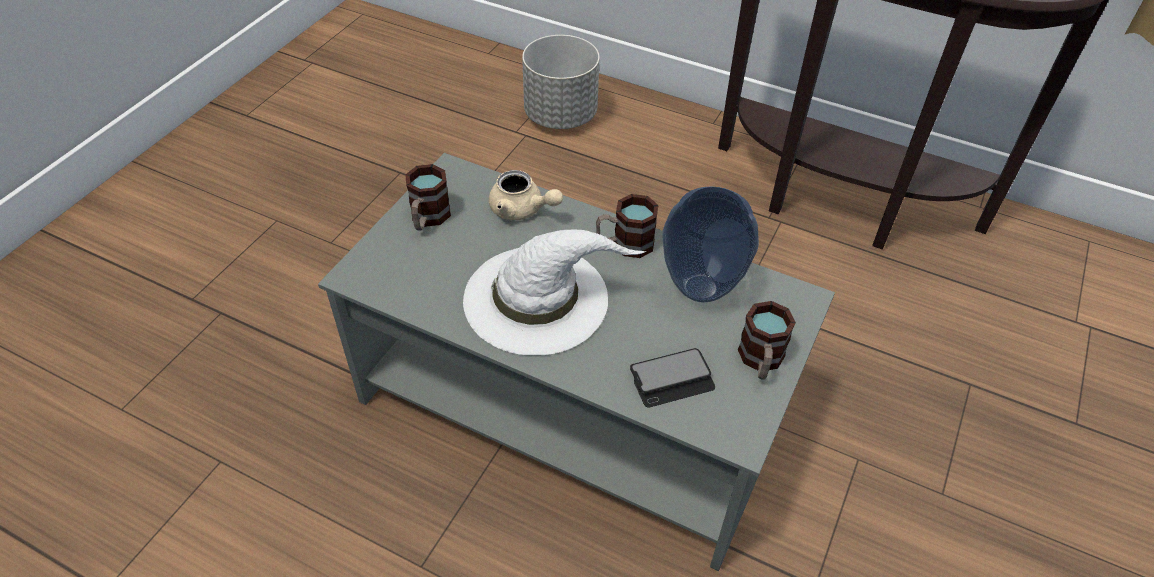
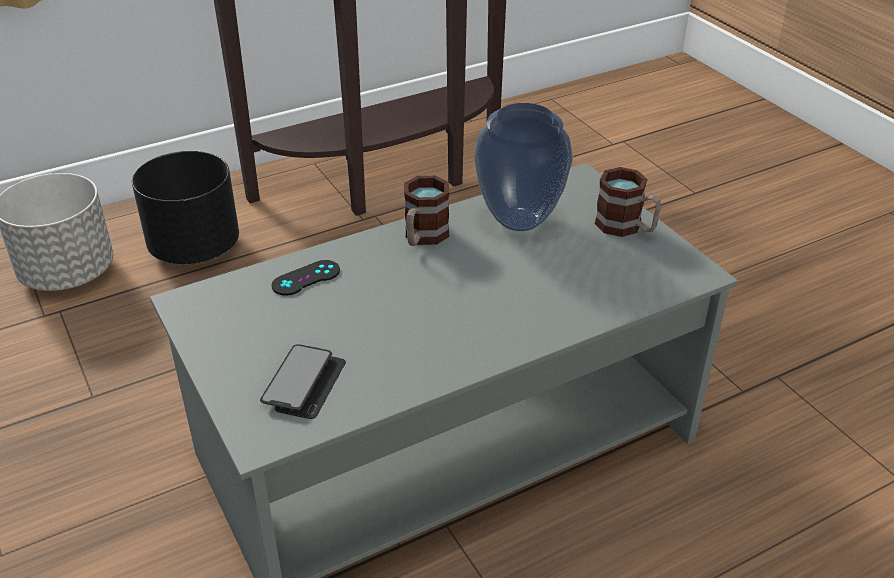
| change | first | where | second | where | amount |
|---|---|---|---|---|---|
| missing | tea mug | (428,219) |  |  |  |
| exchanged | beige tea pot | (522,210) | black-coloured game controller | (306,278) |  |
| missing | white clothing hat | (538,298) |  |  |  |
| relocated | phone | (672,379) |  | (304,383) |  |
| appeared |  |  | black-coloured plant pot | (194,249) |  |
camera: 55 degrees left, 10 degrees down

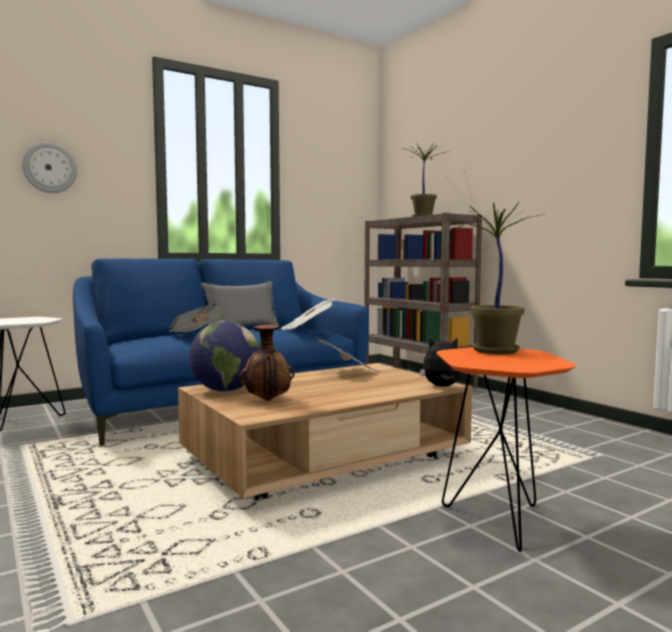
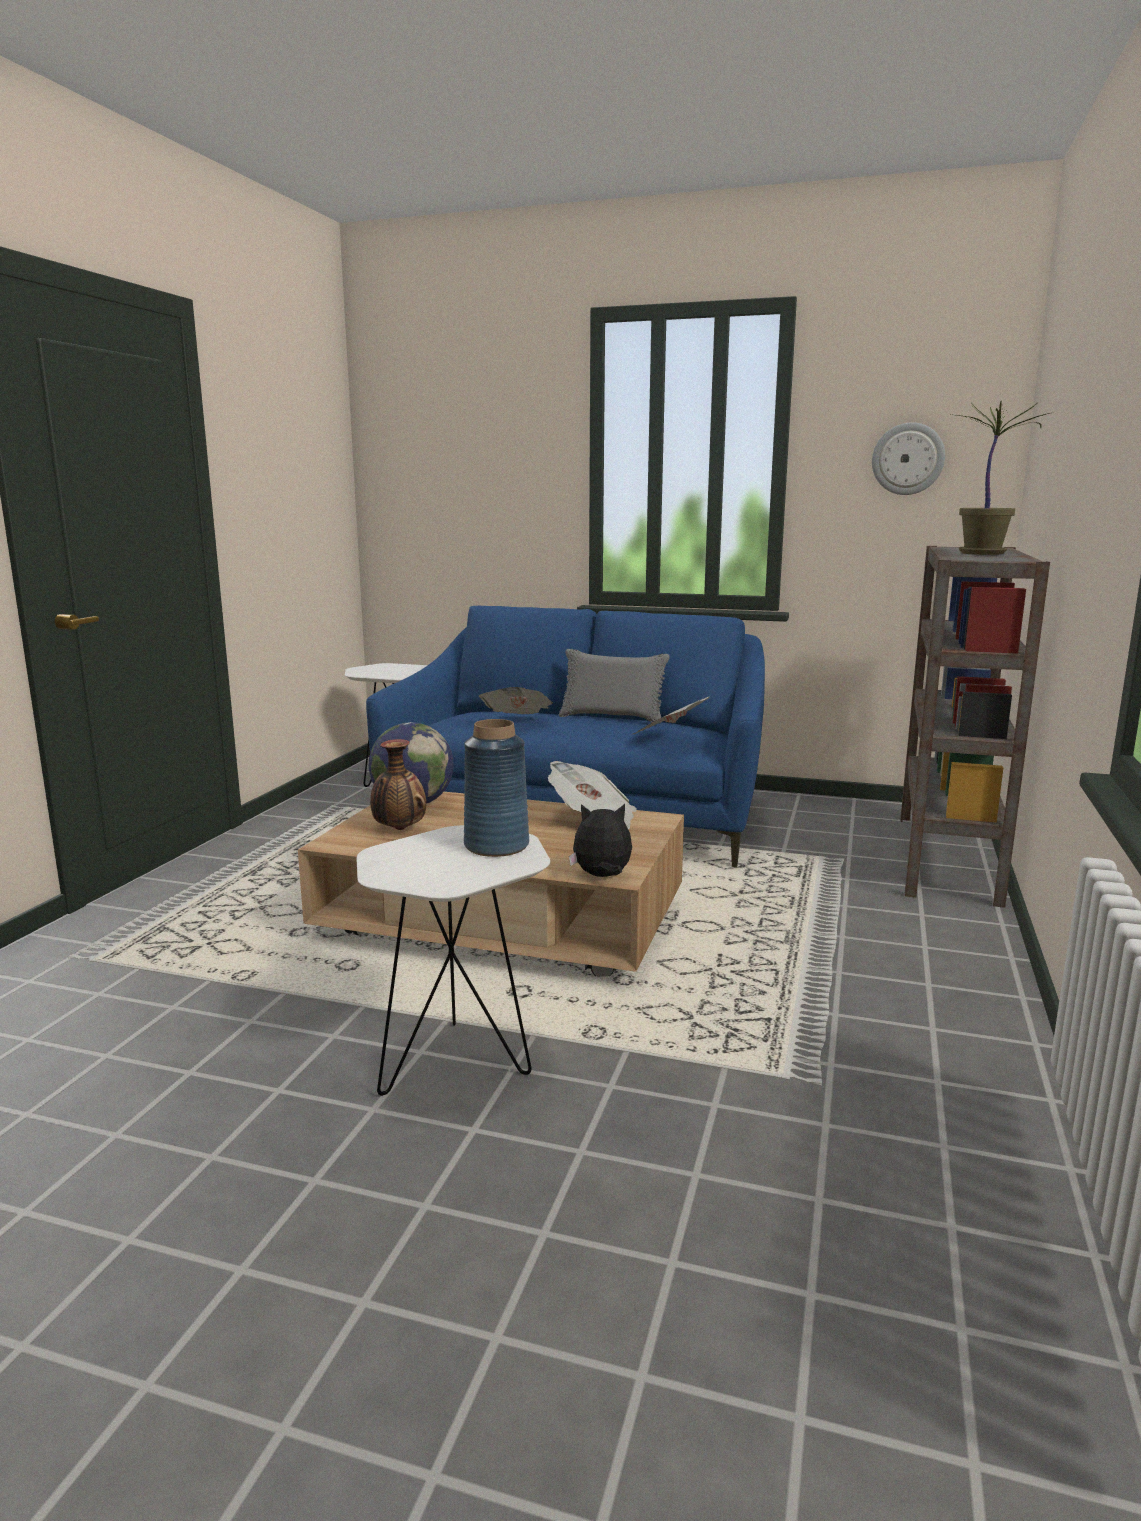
| change | first | where | second | where | amount |
|---|---|---|---|---|---|
| relocated | clock on the wall | (50,168) |  | (908,459) |  |
| exchanged | potted plant | (493,351) | bluish decorative vase | (496,846) |  |
| spun | soft toy | (442,387) |  | (602,877) | 60 degrees counterclockwise |
| colour | orange end table | (497,517) | white end table | (460,1060) |  |
camera: 50 degrees right, 10 degrees up

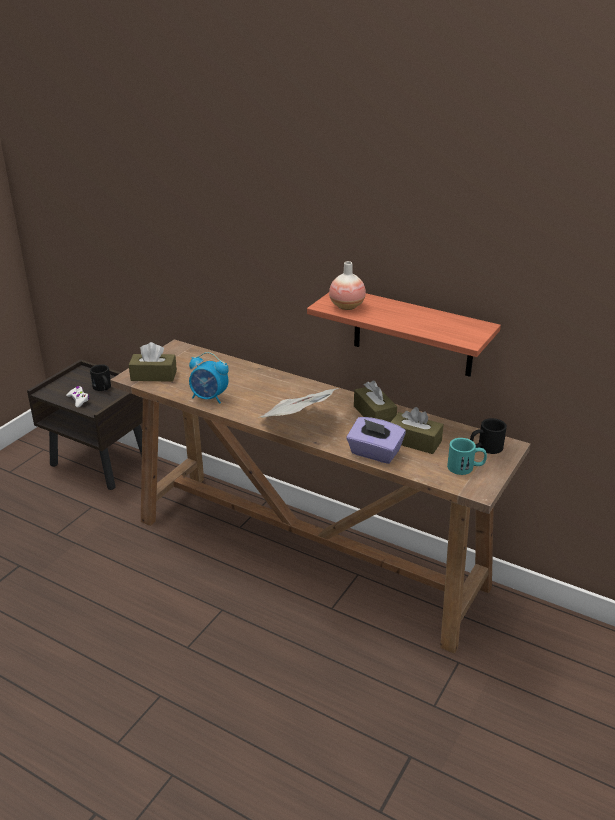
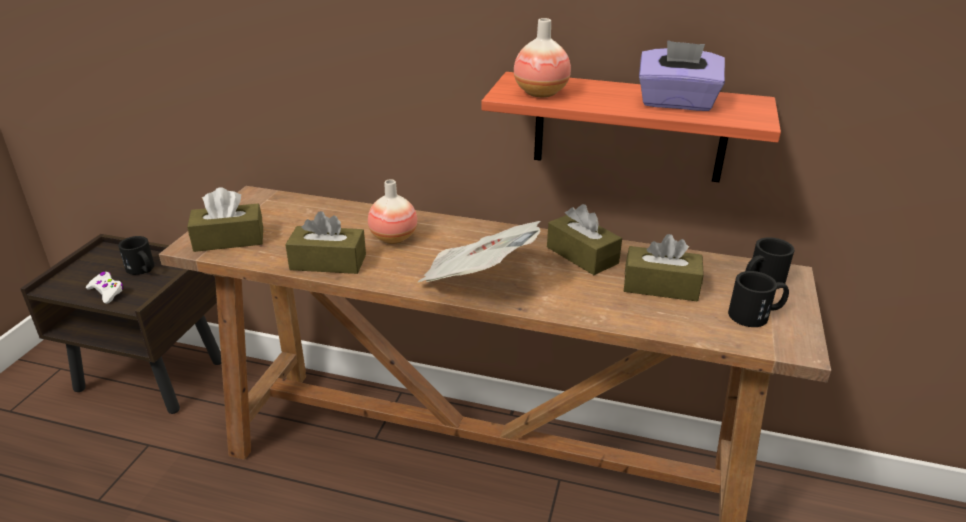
| change | first | where | second | where | amount |
|---|---|---|---|---|---|
| exchanged | bedside clock | (209,398) | brownish box of tissues | (328,262) |  |
| relocated | purple-coloured box of tissues | (374,453) |  | (676,103) |  |
| colour | turquoise-coloured tea mug | (466,467) | black-coloured tea mug | (756,315) |  |
| appeared |  |  | decorative vase | (393,238) |  |
camera: 15 degrees left, 0 degrees up

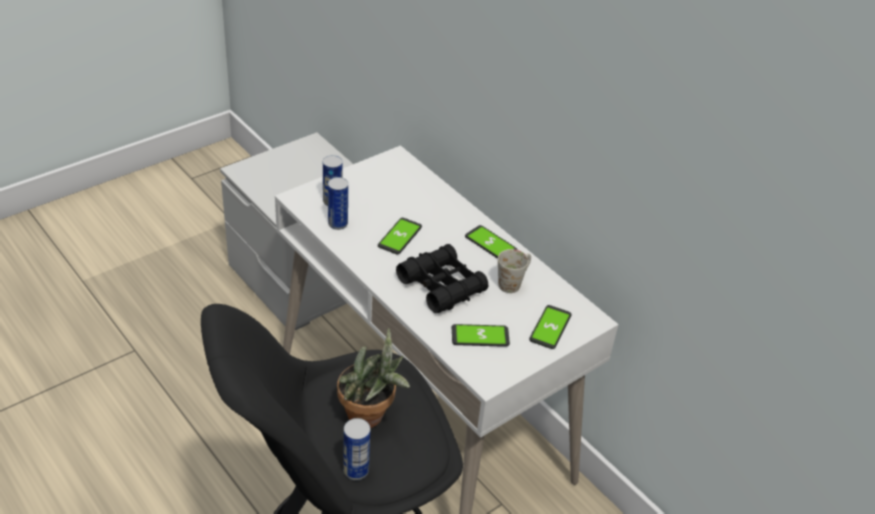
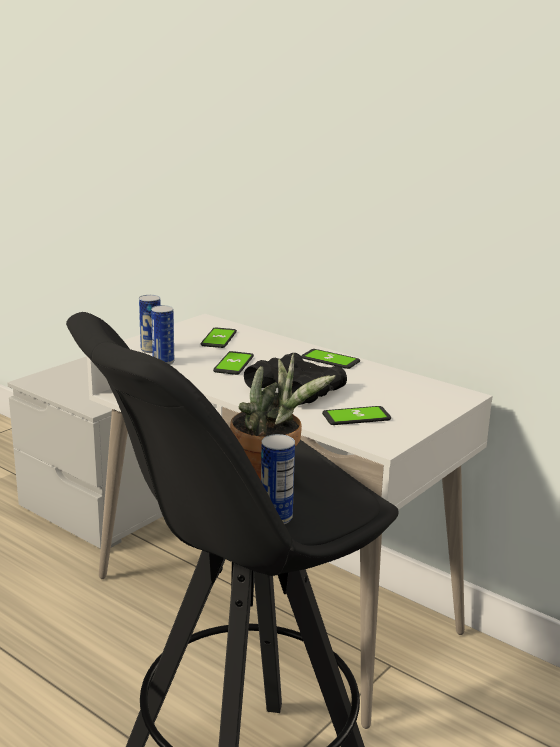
| change | first | where | second | where | amount |
|---|---|---|---|---|---|
| missing | white tea mug | (513,282) |  |  |  |
| relocated | phone | (550,327) |  | (218,339) |  |
camera: 10 degrees left, 20 degrees down

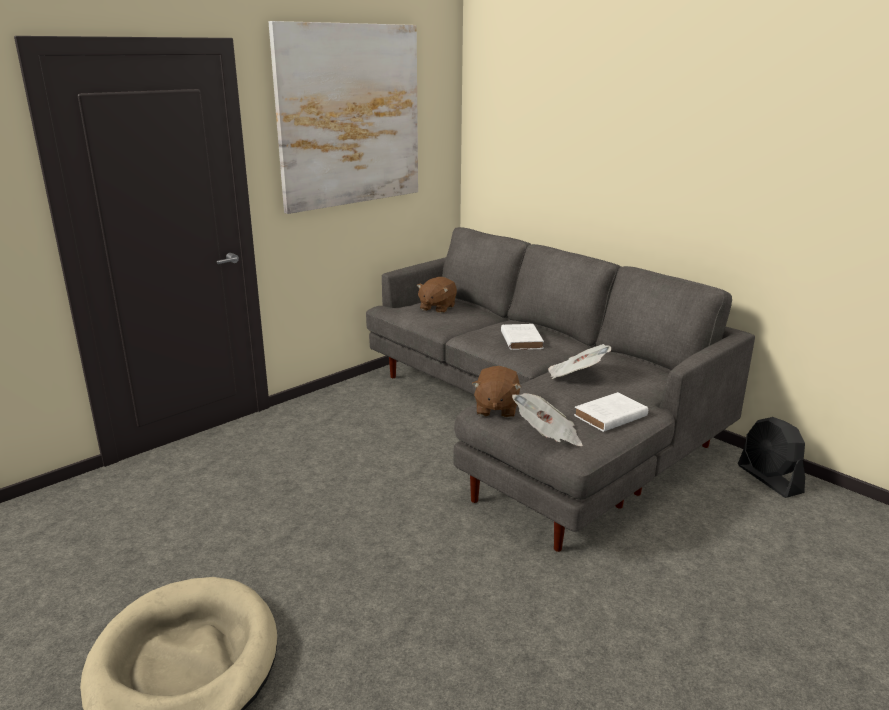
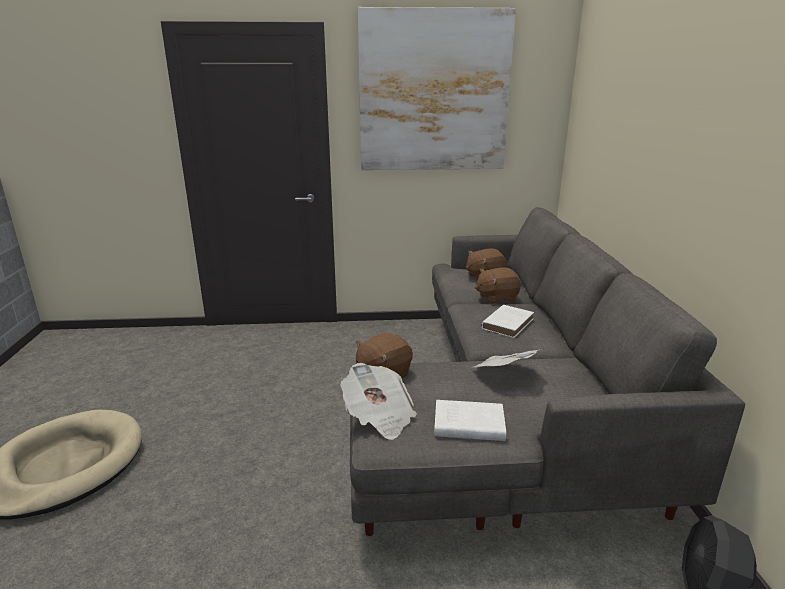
| change | first | where | second | where | amount |
|---|---|---|---|---|---|
| appeared |  |  | brownish soft toy | (496,298) |  |
camera: 40 degrees right, 0 degrees up

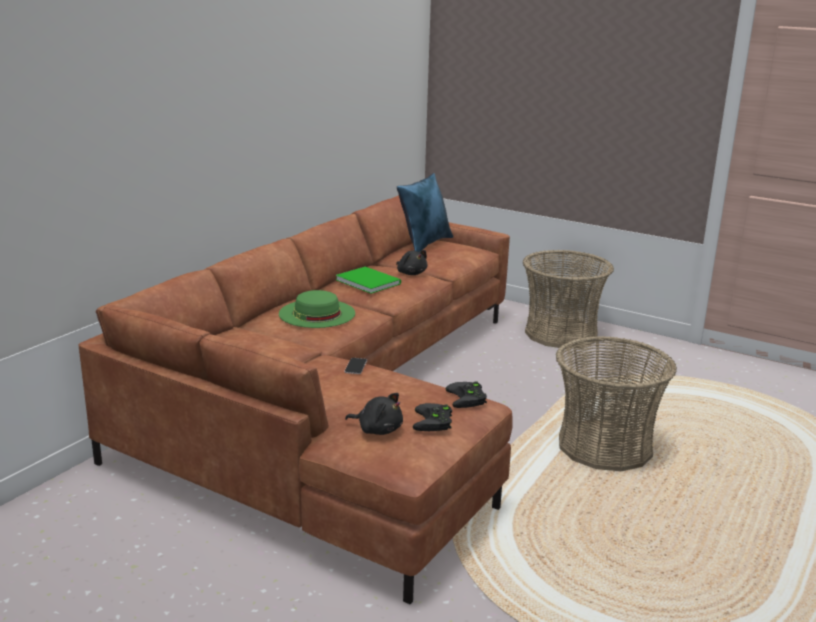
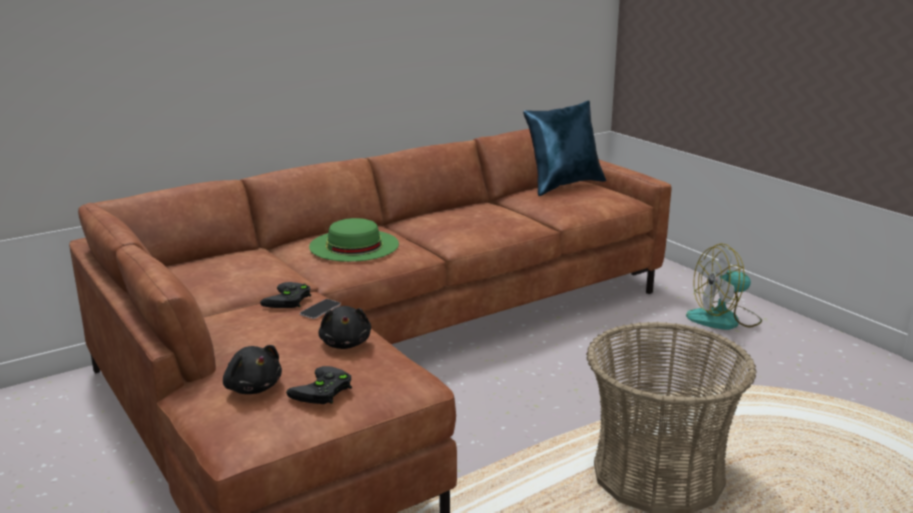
| change | first | where | second | where | amount |
|---|---|---|---|---|---|
| relocated | black-coloured soft toy | (411,273) |  | (345,343) |  |
| exchanged | storage basket | (561,334) | fan | (724,319) |  |
| missing | green-coloured volume | (368,281) |  |  |  |
| relocated | black-coloured game controller | (468,398) |  | (288,300) |  |
camera: 25 degrees right, 0 degrees up

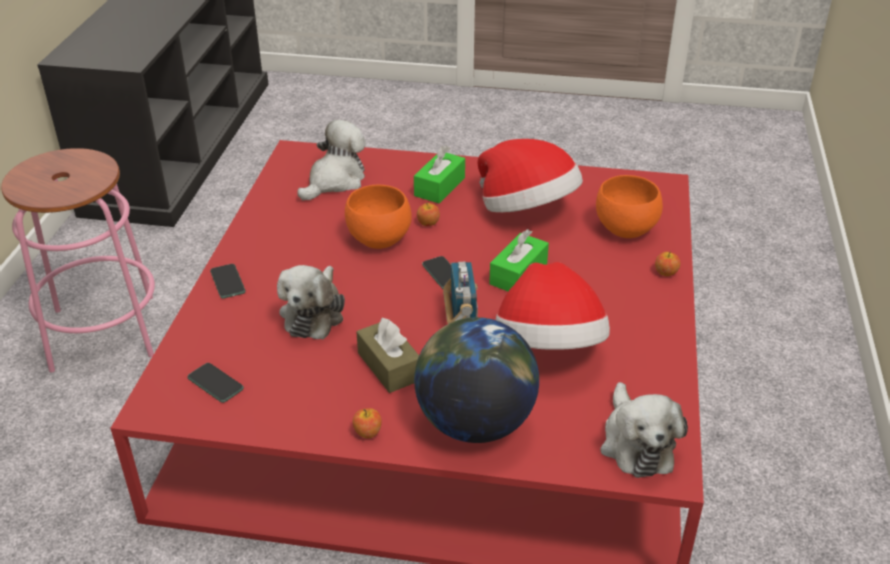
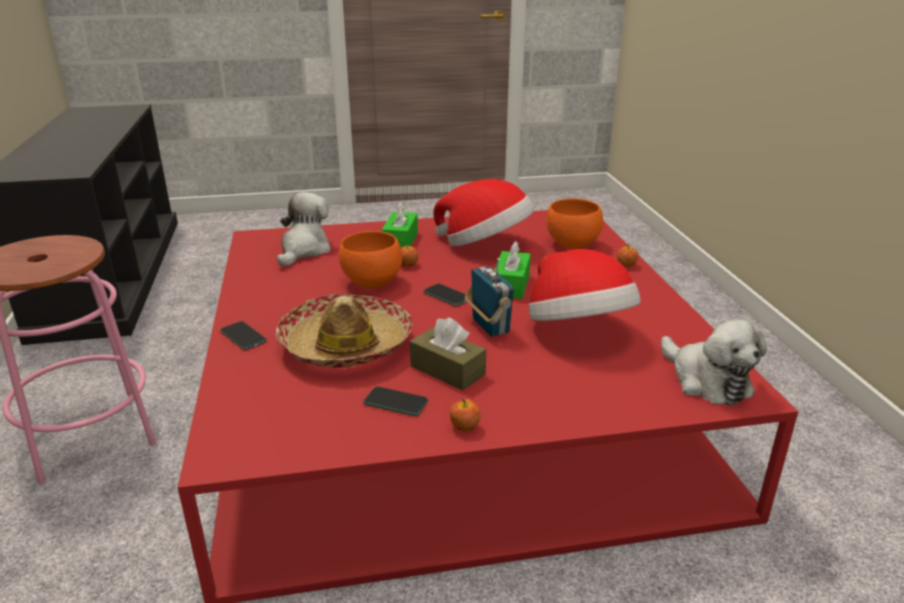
| change | first | where | second | where | amount |
|---|---|---|---|---|---|
| exchanged | soft toy | (314,313) | clothing hat | (346,344) |  |
| missing | desk globe | (474,422) |  |  |  |
| relocated | phone | (215,383) |  | (395,402) |  |
camera: 20 degrees left, 10 degrees down

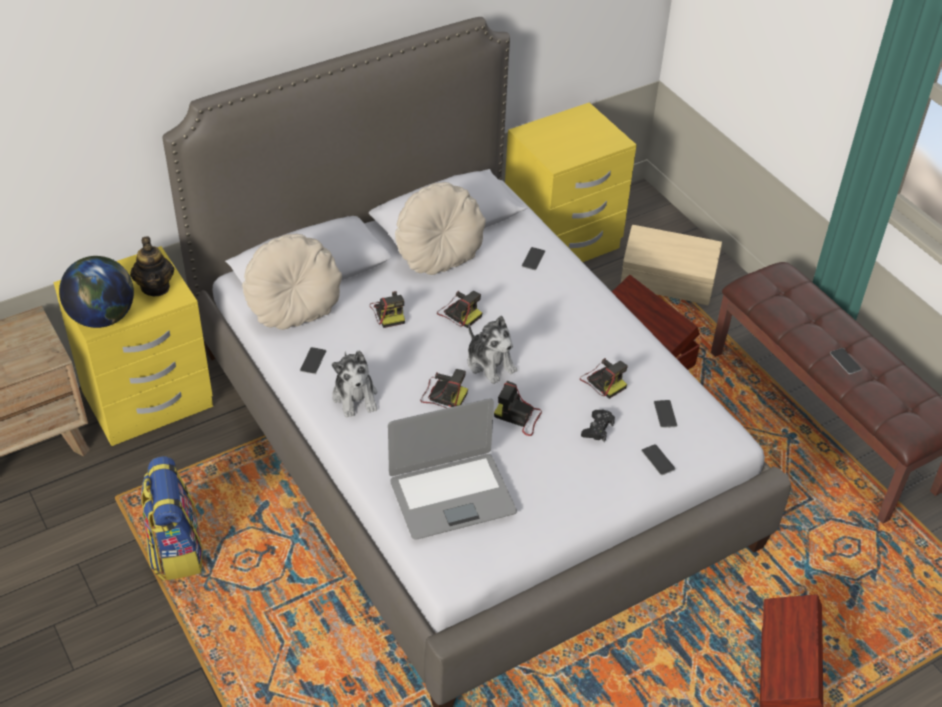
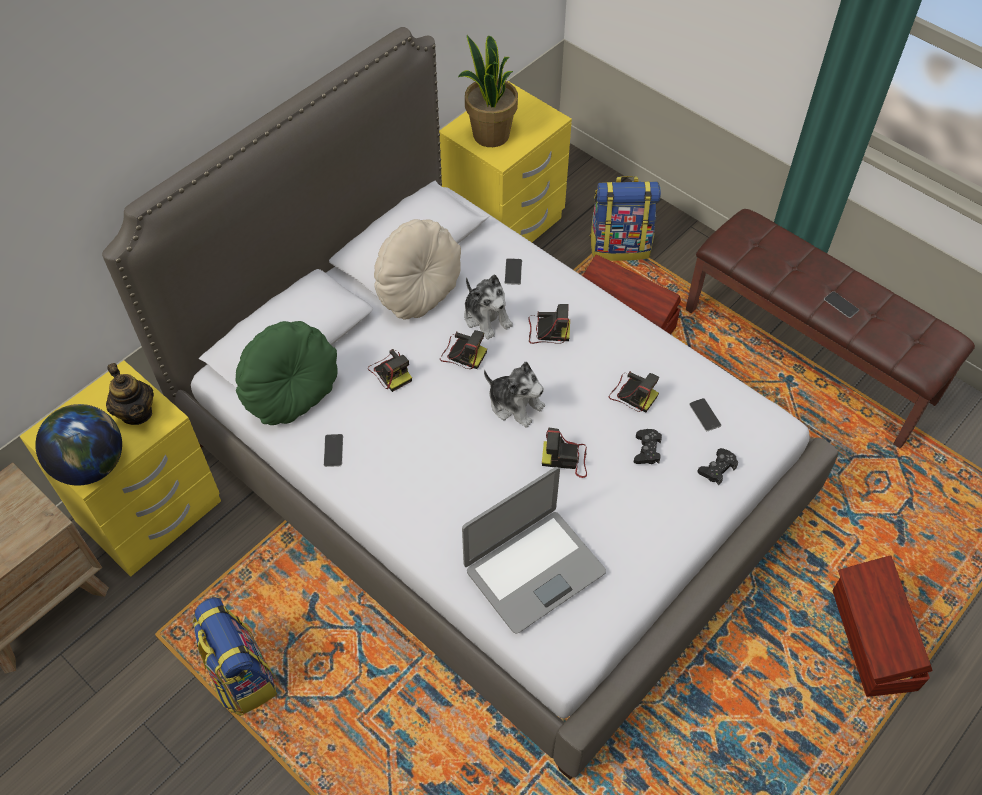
| change | first | where | second | where | amount |
|---|---|---|---|---|---|
| exchanged | beige storage box | (667,284) | backpack | (620,246) |  |
| colour | beige cushion | (295,314) | green-coloured cushion | (294,399) |  |
| relocated | soft toy | (355,397) |  | (486,317) |  |
| relocated | still camera | (443,395) |  | (547,331) |  |
| exchanged | phone | (658,460) | black-coloured game controller | (717,469) |  |
| appeared |  |  | potted plant | (490,135) |  |
camera: 15 degrees left, 10 degrees up

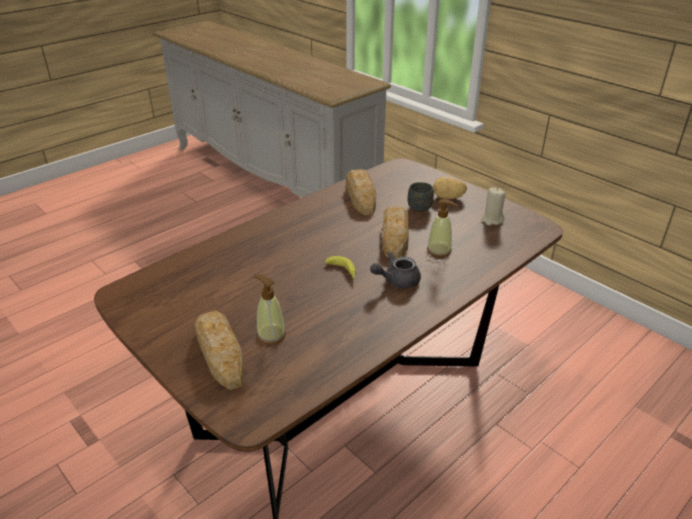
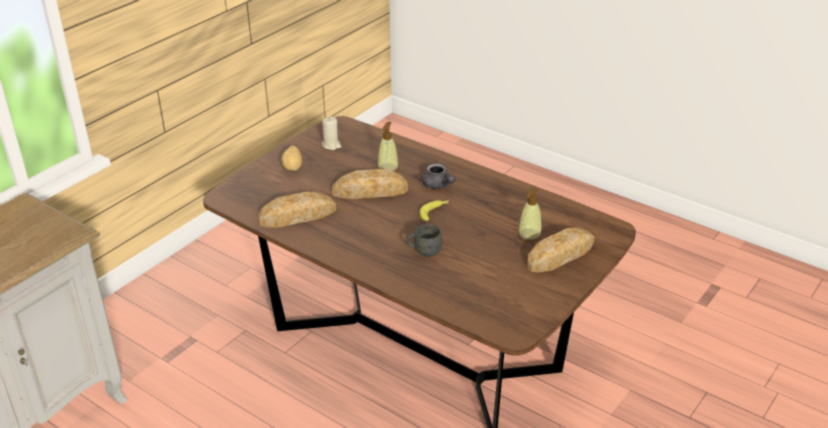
| change | first | where | second | where | amount |
|---|---|---|---|---|---|
| relocated | gray tea mug | (420,206) |  | (424,251) |  |
camera: 100 degrees left, 0 degrees up

